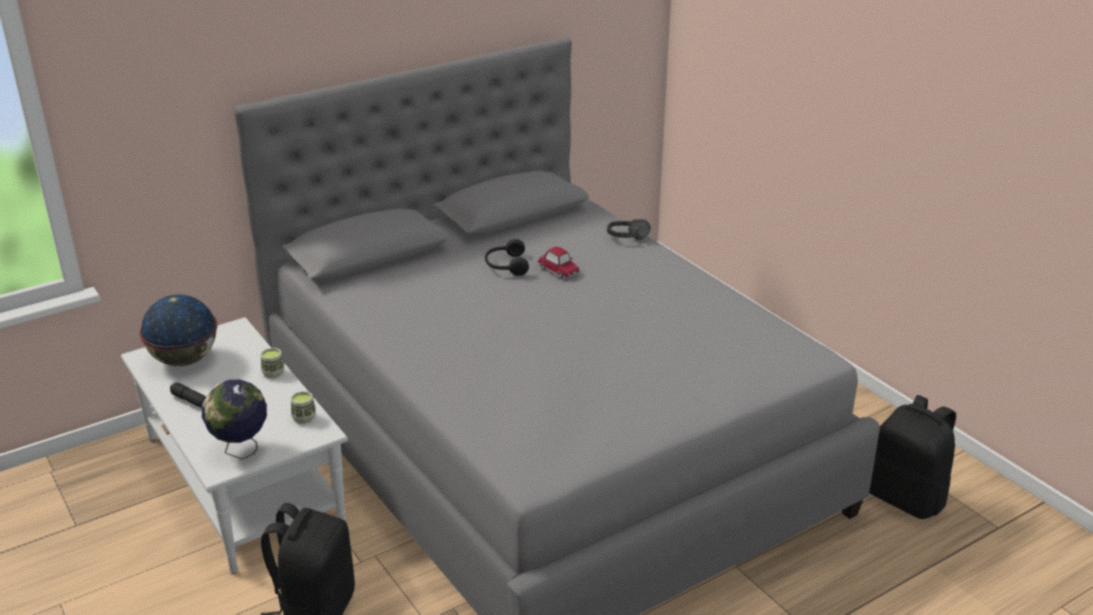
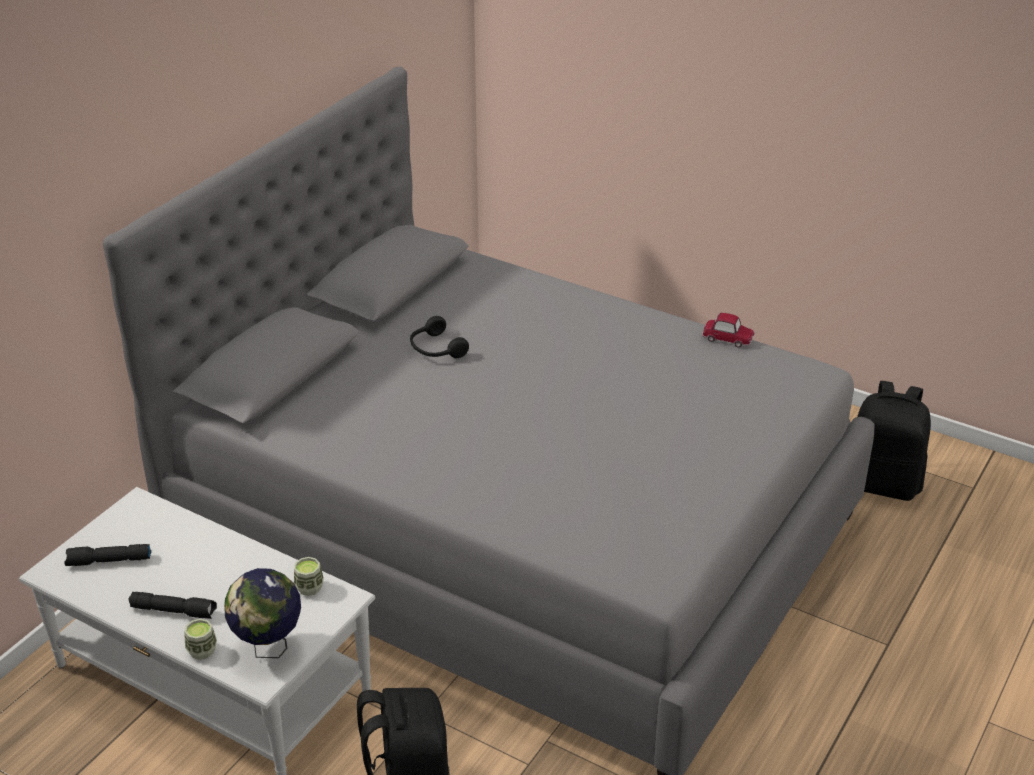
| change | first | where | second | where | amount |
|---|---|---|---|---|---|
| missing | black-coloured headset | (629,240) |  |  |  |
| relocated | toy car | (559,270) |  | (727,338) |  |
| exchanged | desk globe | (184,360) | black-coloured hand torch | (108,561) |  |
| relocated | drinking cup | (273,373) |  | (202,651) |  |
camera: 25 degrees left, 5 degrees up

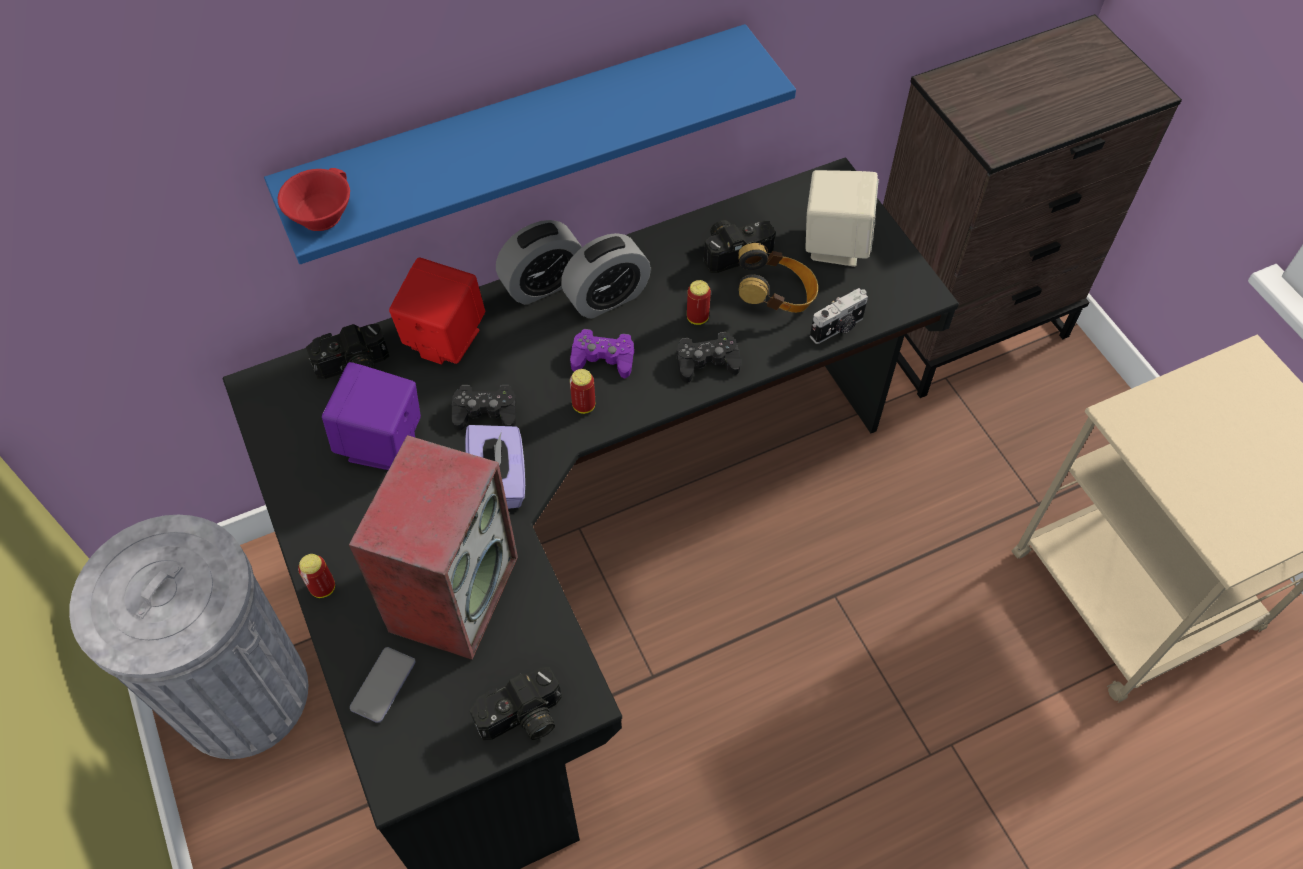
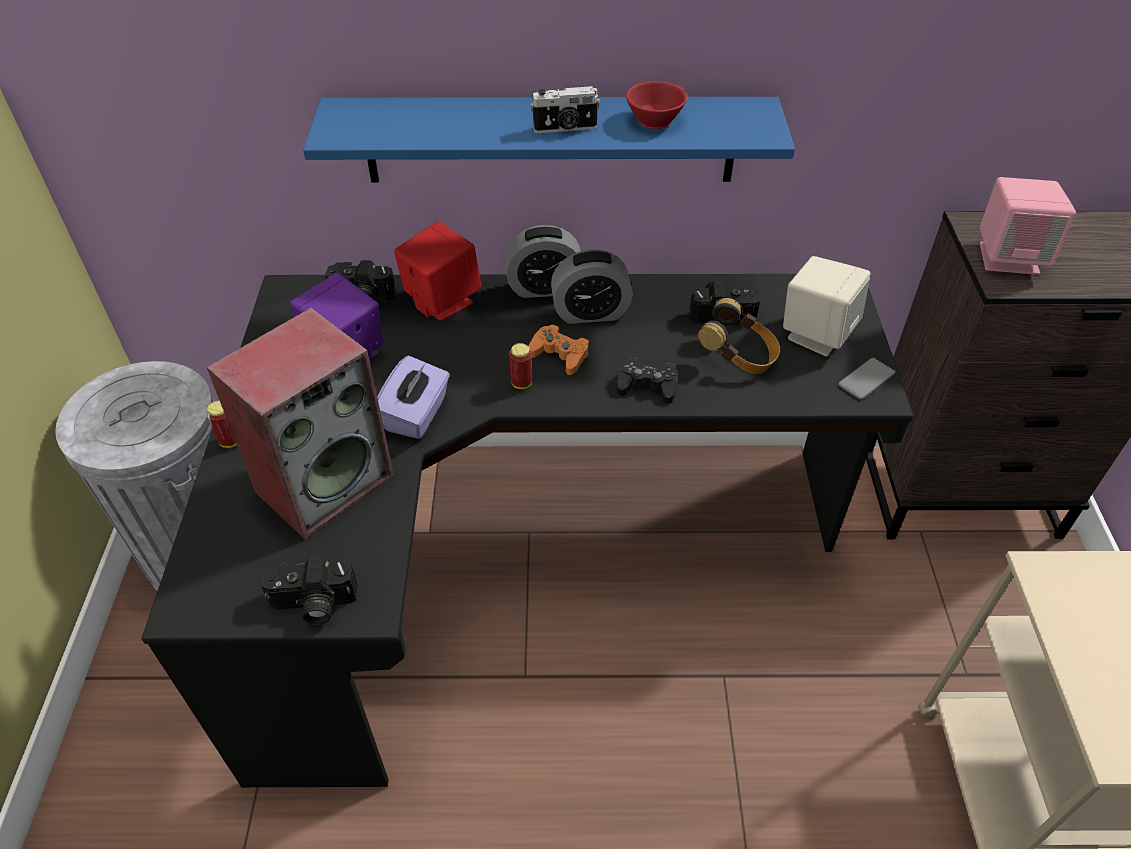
| change | first | where | second | where | amount |
|---|---|---|---|---|---|
| relocated | red-coloured drinking cup | (319,213) |  | (654,118) |  |
| missing | sealed can | (697,318) |  |  |  |
| relocated | still camera | (838,328) |  | (565,128) |  |
| colour | purple-coloured game controller | (603,358) | orange game controller | (560,355) |  |
| missing | black-coloured game controller | (485,412) |  |  |  |
| relocated | phone | (383,685) |  | (866,379) |  |
| appeared |  |  | pink audio speaker | (1008,258) |  |
camera: 25 degrees right, 10 degrees down

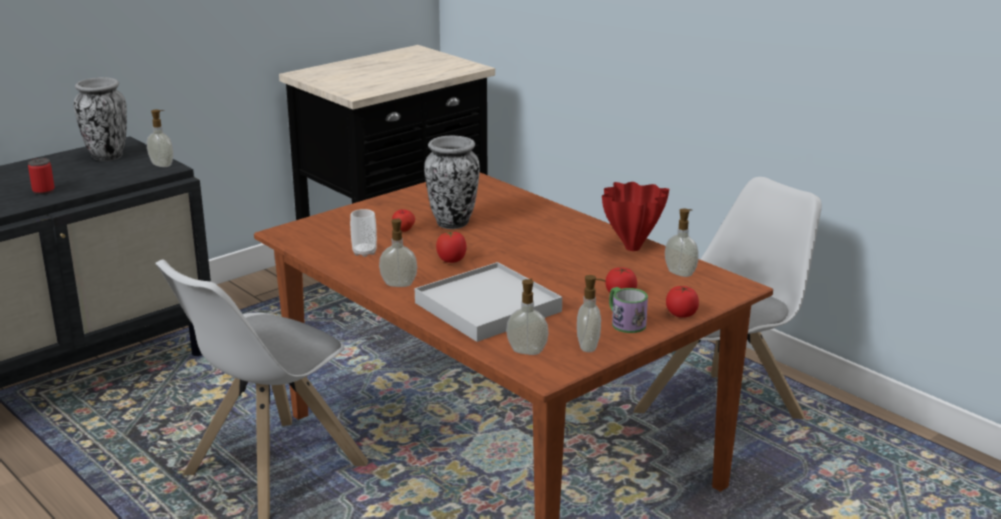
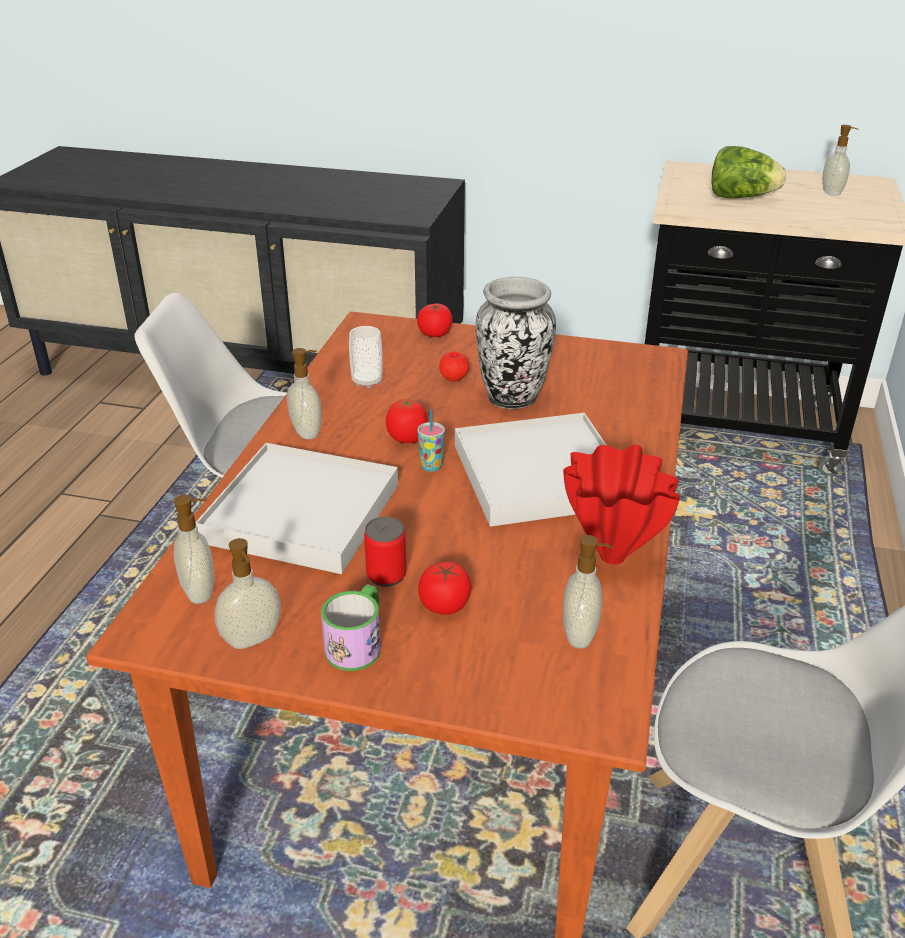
| change | first | where | second | where | amount |
|---|---|---|---|---|---|
| missing | decorative vase | (106,157) |  |  |  |
| relocated | soap bottle | (162,165) |  | (832,192) |  |
| relocated | sealed can | (43,191) |  | (386,575) |  |
| relocated | whole tomato | (681,314) |  | (435,333) |  |
| appeared |  |  | lettuce | (740,198) |  |
| appeared |  |  | drinking cup | (431,466) |  |
| appeared |  |  | white carrying tray | (539,475) |  |
camera: 55 degrees right, 10 degrees up

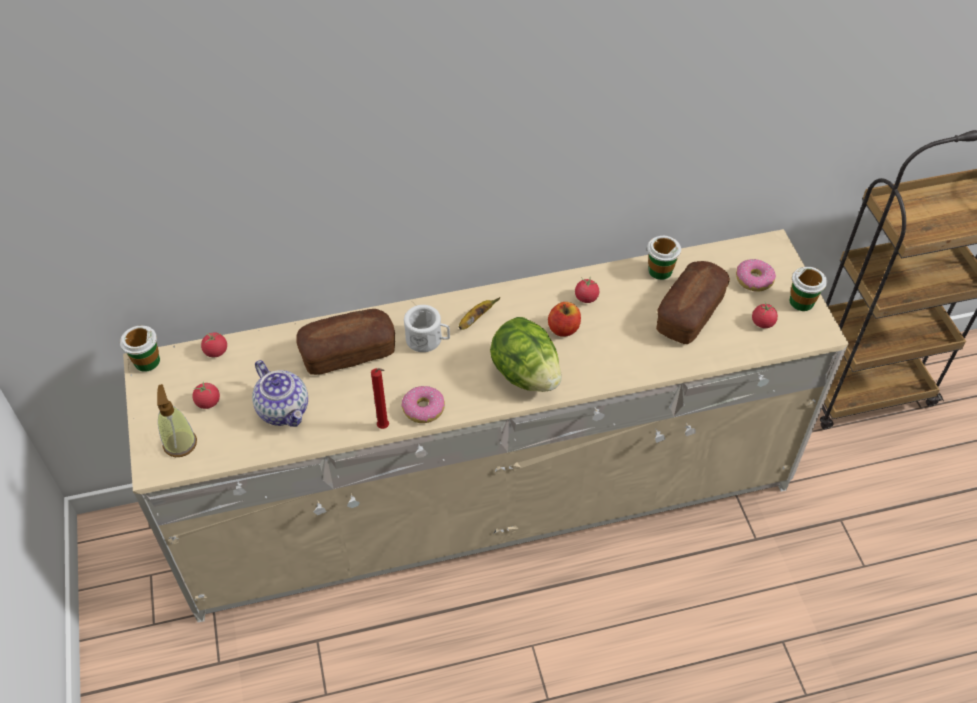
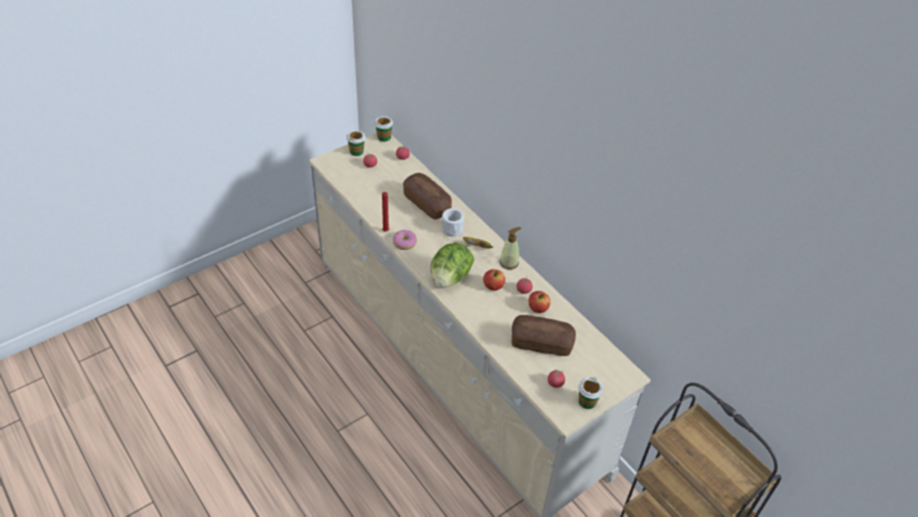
| change | first | where | second | where | amount |
|---|---|---|---|---|---|
| relocated | drinking cup | (660,270) |  | (356,151) |  |
| missing | ring doughnut | (754,280) |  |  |  |
| missing | tea pot | (284,410) |  |  |  |
| relocated | soap bottle | (180,443) |  | (509,262) |  |
| appeared |  |  | apple | (538,308) |  |
camera: 65 degrees right, 5 degrees down

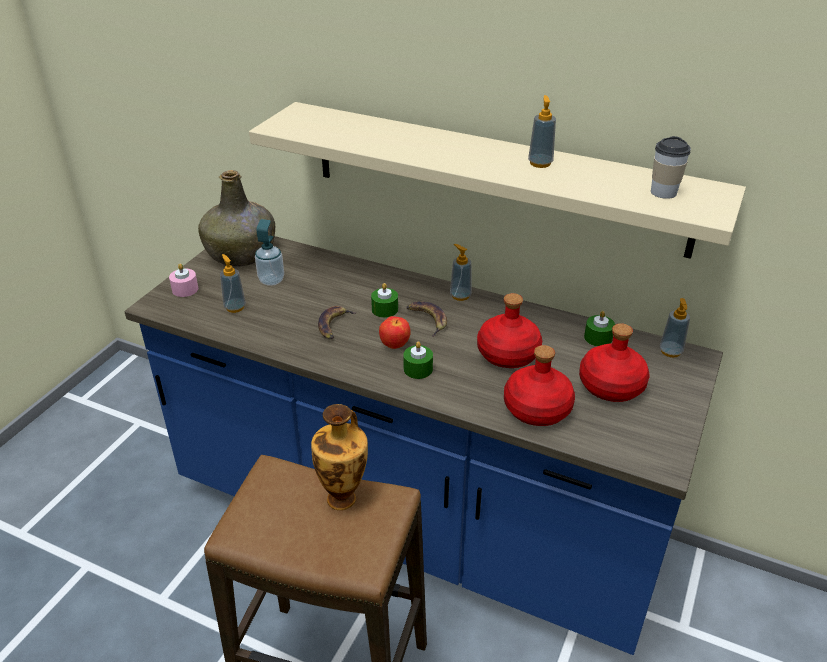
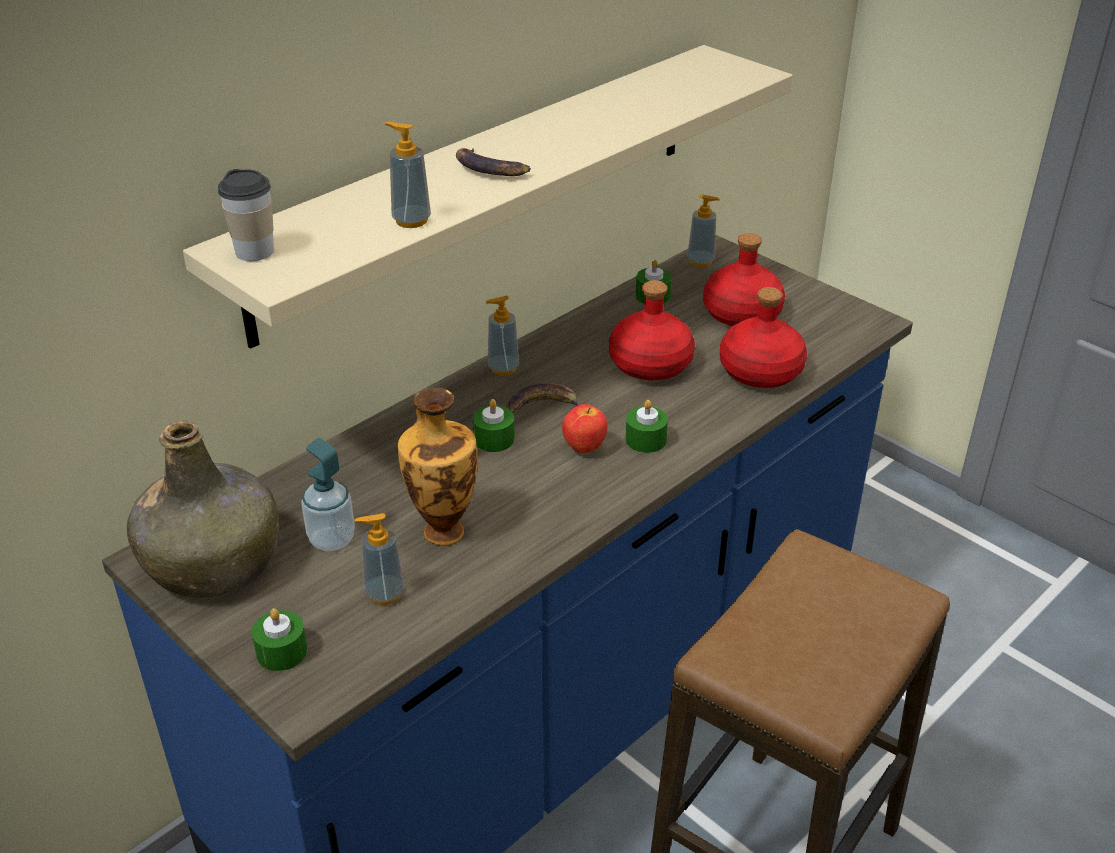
| change | first | where | second | where | amount |
|---|---|---|---|---|---|
| relocated | soap bottle | (540,163) |  | (411,220) |  |
| relocated | drinking cup | (663,192) |  | (255,251) |  |
| colour | pink wax light | (185,289) | green-coloured wax light | (282,651) |  |
| relocated | banana fruit | (334,325) |  | (490,168) |  |
| relocated | decorative vase | (343,498) |  | (443,530) |  |
camera: 70 degrees left, 0 degrees up

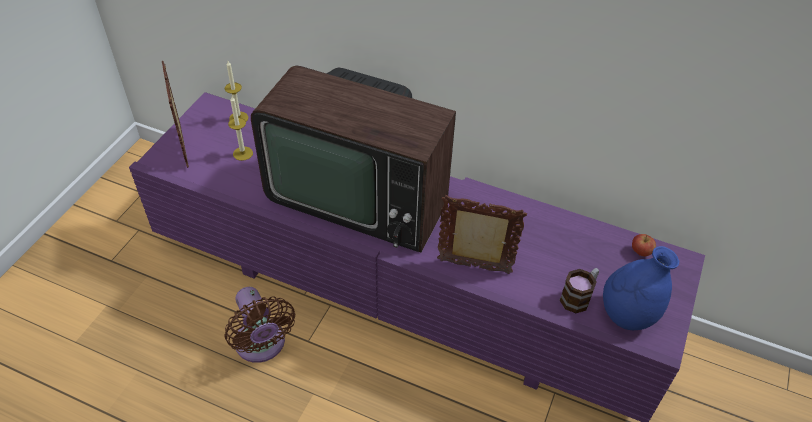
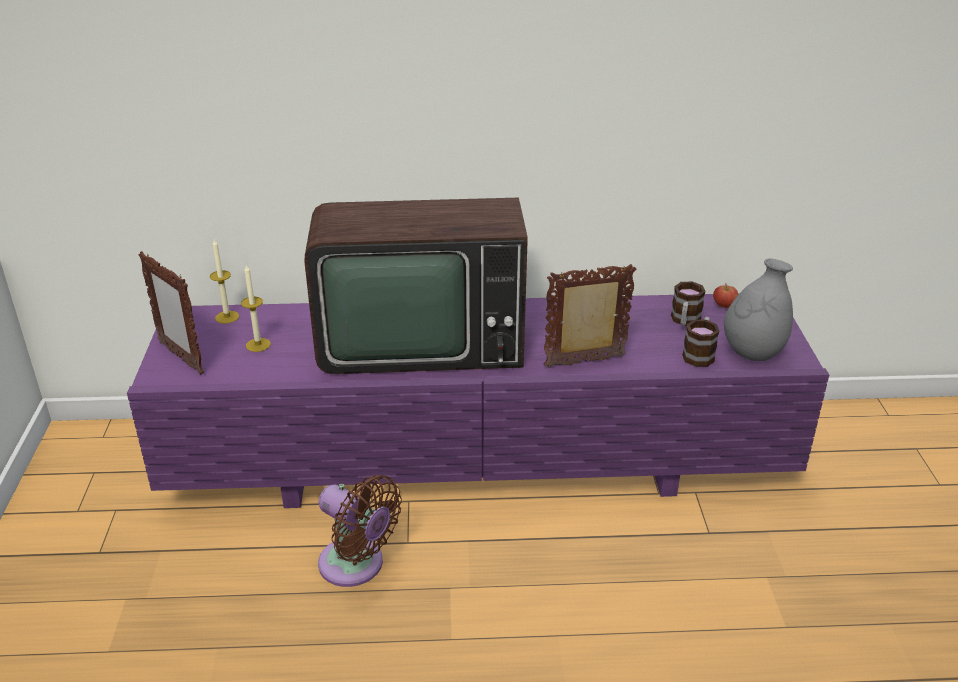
| change | first | where | second | where | amount |
|---|---|---|---|---|---|
| colour | bluish decorative vase | (627,315) | gray decorative vase | (752,353) |  |
| appeared |  |  | tea mug | (684,321) |  |
camera: 25 degrees left, 15 degrees down

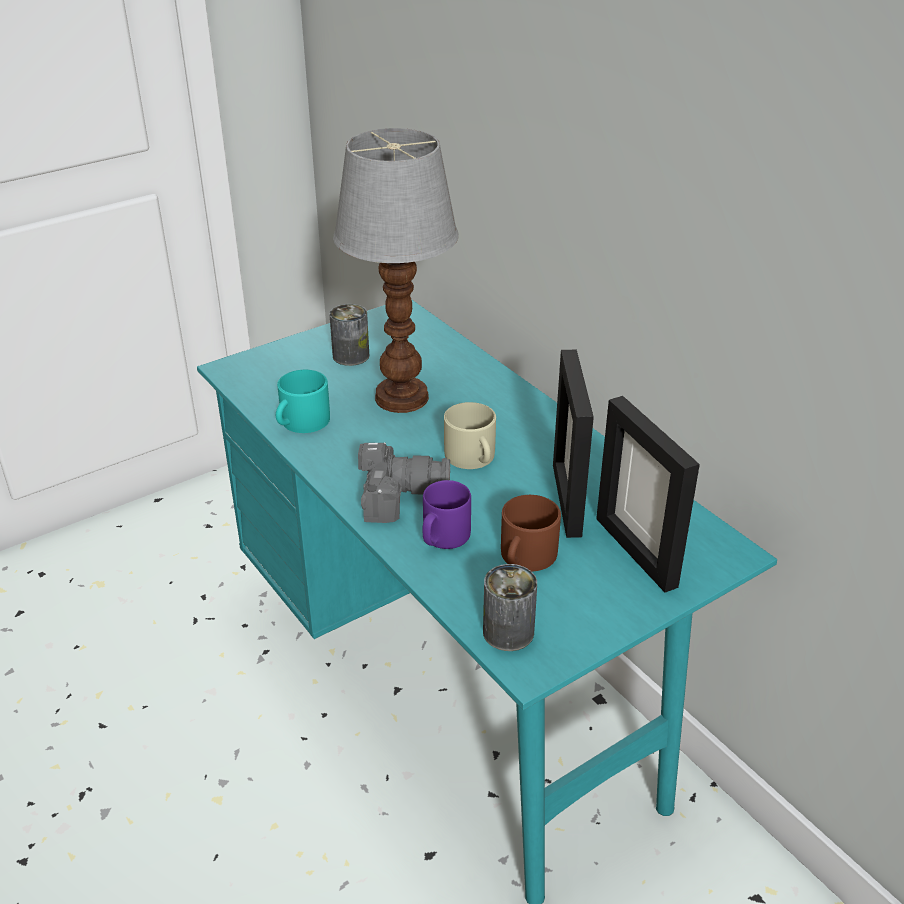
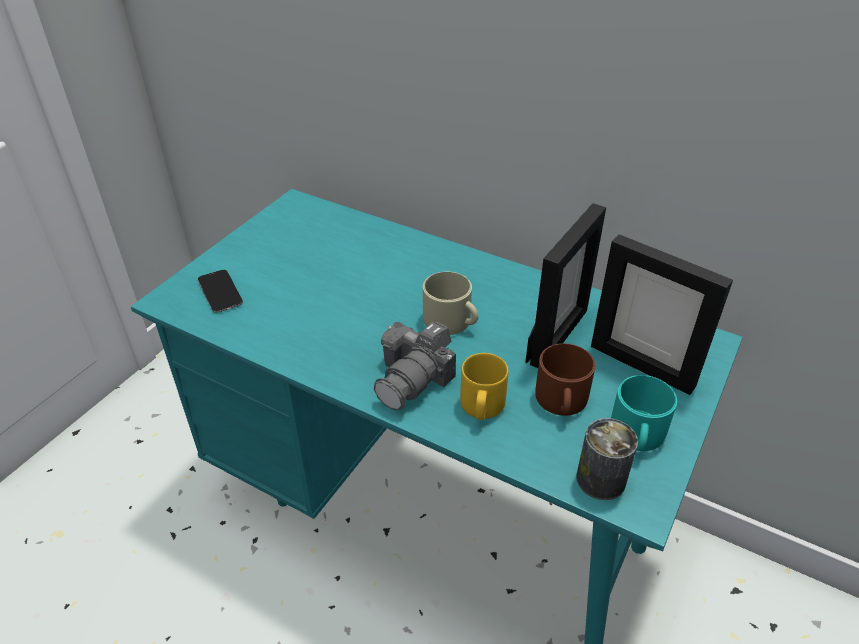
| change | first | where | second | where | amount |
|---|---|---|---|---|---|
| missing | lamp for a table | (399,397) |  |  |  |
| missing | sealed can | (351,356) |  |  |  |
| spun | photo frame | (569,499) |  | (557,336) | 120 degrees counterclockwise |
| relocated | turquoise-coloured tea mug | (301,422) |  | (637,435) |  |
| spun | still camera | (399,495) |  | (414,378) | 150 degrees clockwise |
| colour | purple-coloured tea mug | (443,538) | yellow tea mug | (481,407) |  |
| appeared |  |  | phone | (220,292) |  |
camera: 25 degrees left, 5 degrees up

